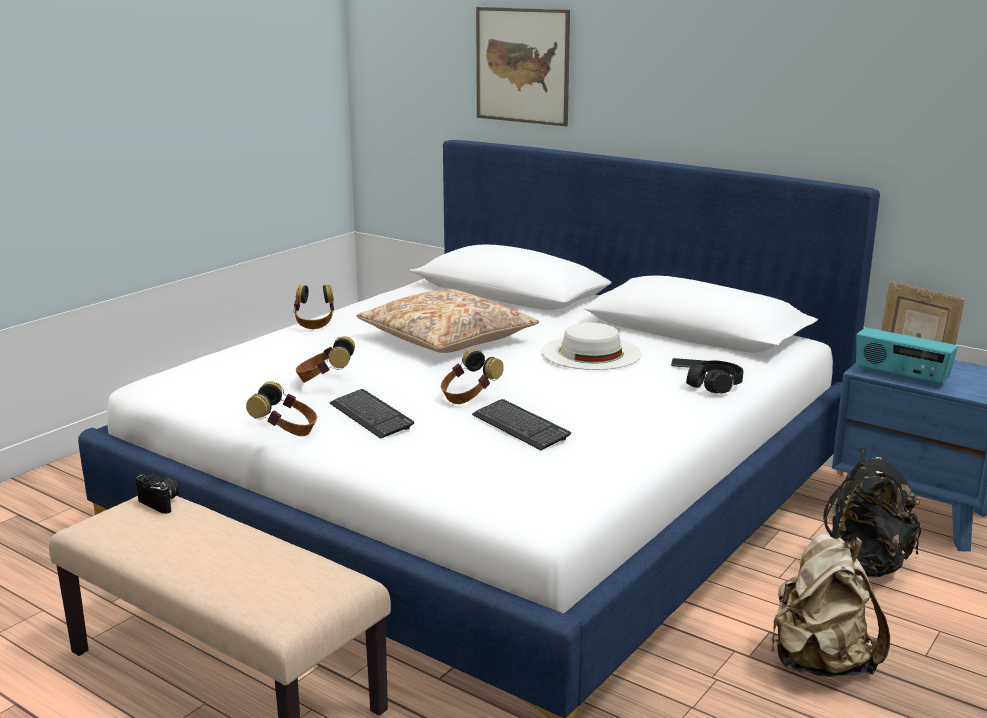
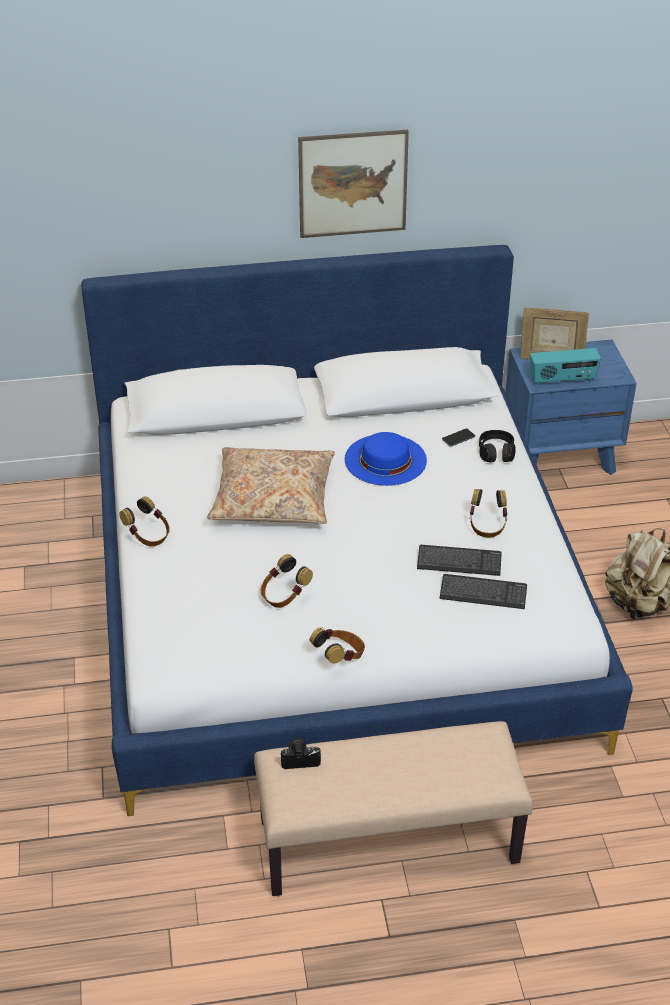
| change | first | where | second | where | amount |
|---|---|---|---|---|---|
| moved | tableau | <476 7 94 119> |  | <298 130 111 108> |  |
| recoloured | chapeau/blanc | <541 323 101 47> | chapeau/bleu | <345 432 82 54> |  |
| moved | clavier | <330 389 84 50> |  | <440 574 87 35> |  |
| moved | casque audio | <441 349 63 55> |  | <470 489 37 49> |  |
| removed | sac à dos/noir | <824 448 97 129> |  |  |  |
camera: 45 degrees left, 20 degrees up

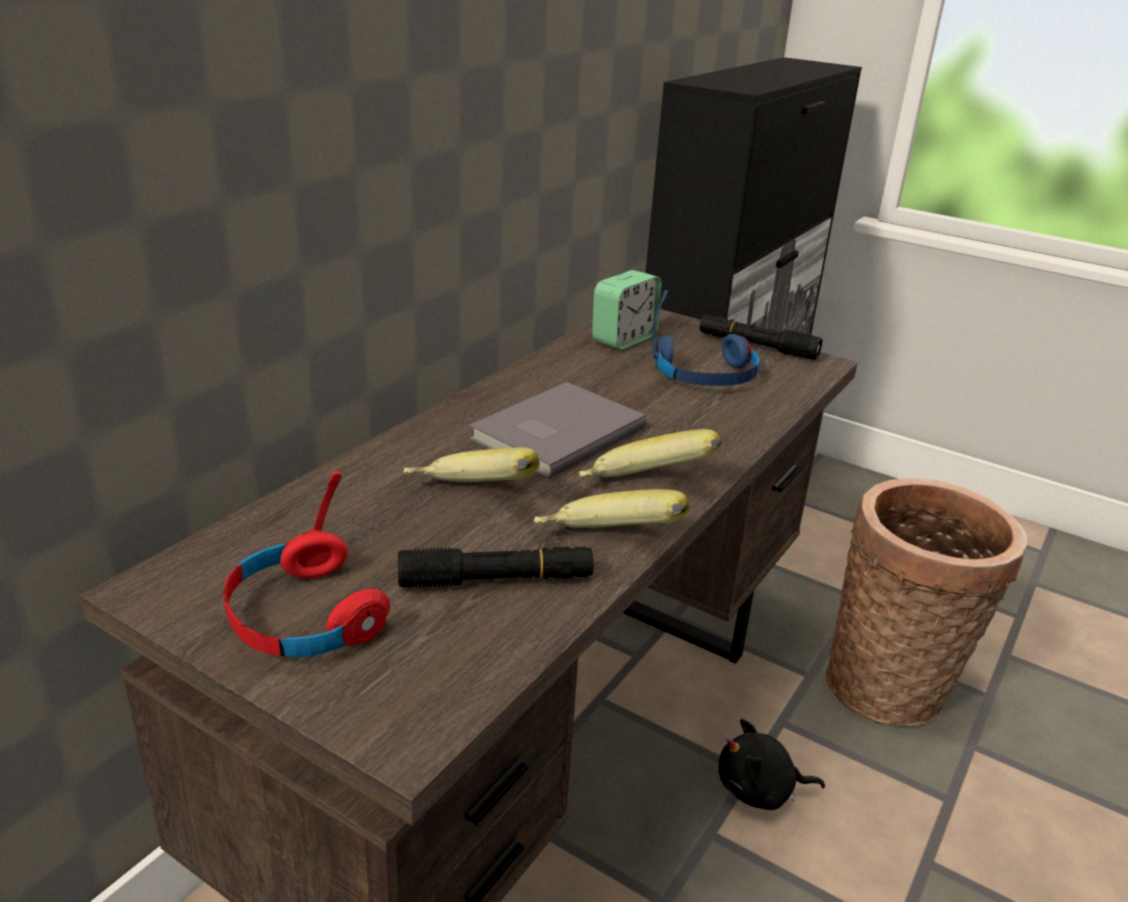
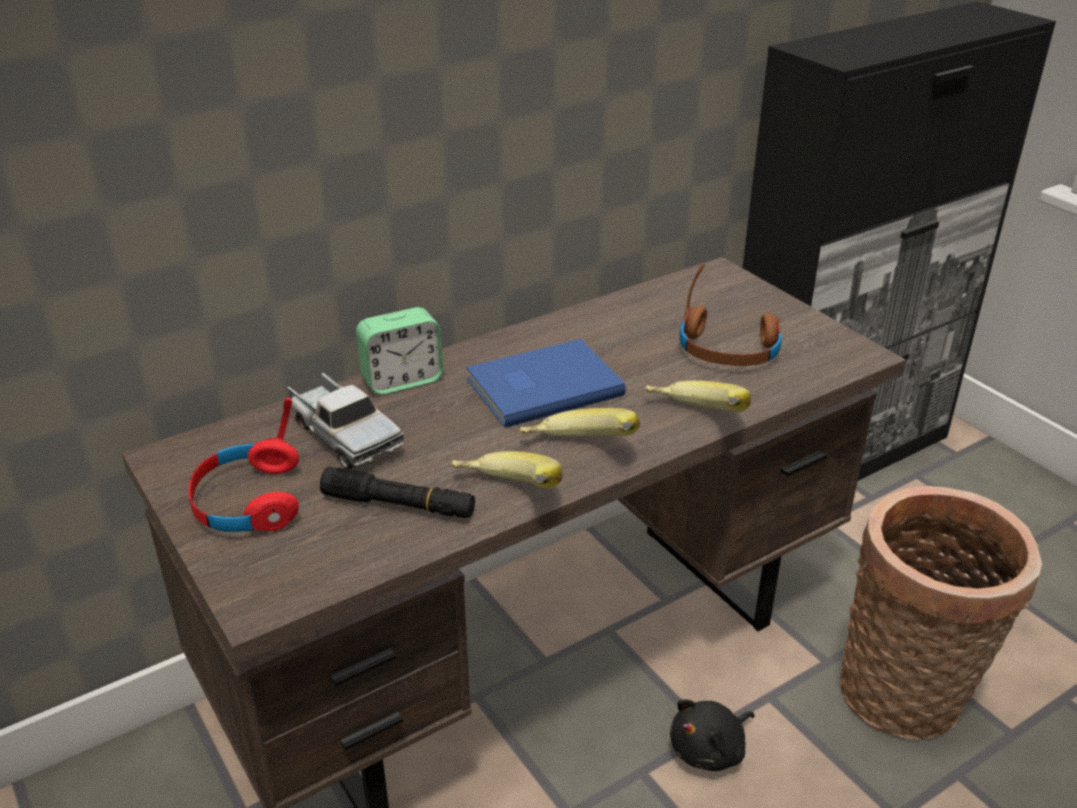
| change | first | where | second | where | amount |
|---|---|---|---|---|---|
| added |  |  | camion jouet | <287 373 117 96> |  |
| moved | réveil | <592 270 70 80> |  | <356 307 87 88> |  |
| recoloured | livre/gris | <469 382 178 97> | livre/bleu | <466 339 160 89> |  |
| moved | banane | <403 447 137 35> |  | <645 380 106 32> |  |
| turned | peluche/noir | <718 719 107 91> |  | <670 699 85 72> | 60 degrees counterclockwise |
| recoloured | casque audio/bleu | <653 290 107 96> | casque audio/marron | <679 263 103 103> |  |
| removed | lampe de poche/noir | <700 315 122 45> |  |  |  |
camera: 25 degrees right, 5 degrees up

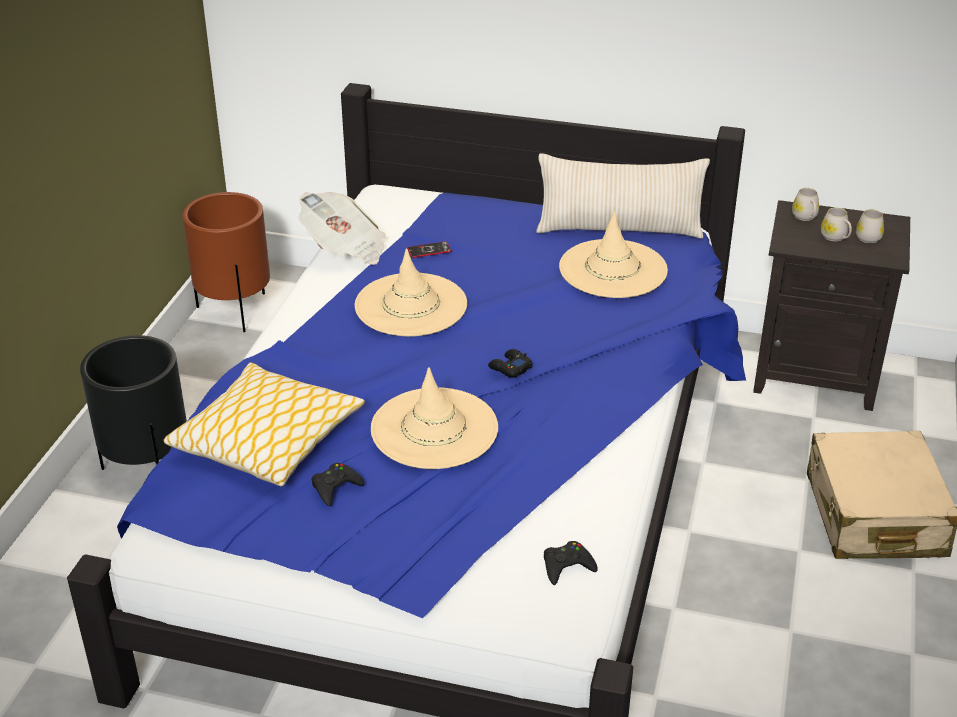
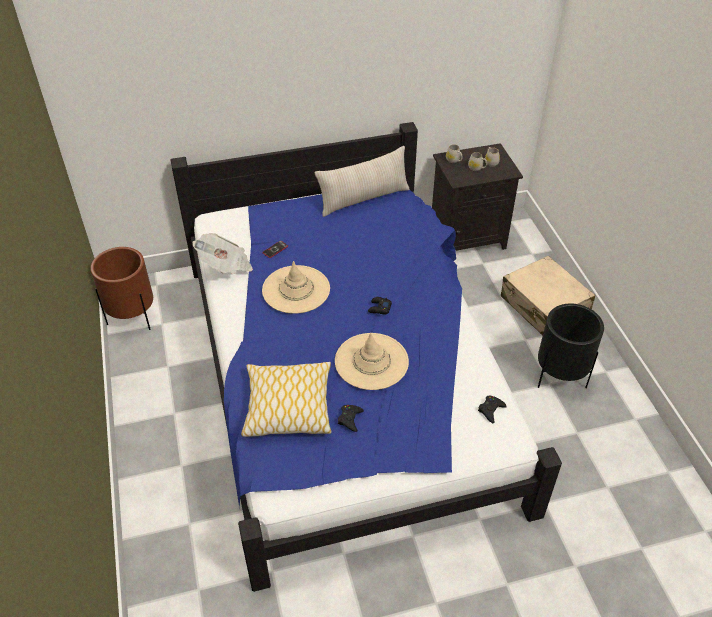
| change | first | where | second | where | amount |
|---|---|---|---|---|---|
| moved | cache-pot/noir | <80 335 107 135> |  | <538 304 66 84> |  |
| removed | chapeau/beige | <559 211 109 87> |  |  |  |
camera: 30 degrees left, 10 degrees up

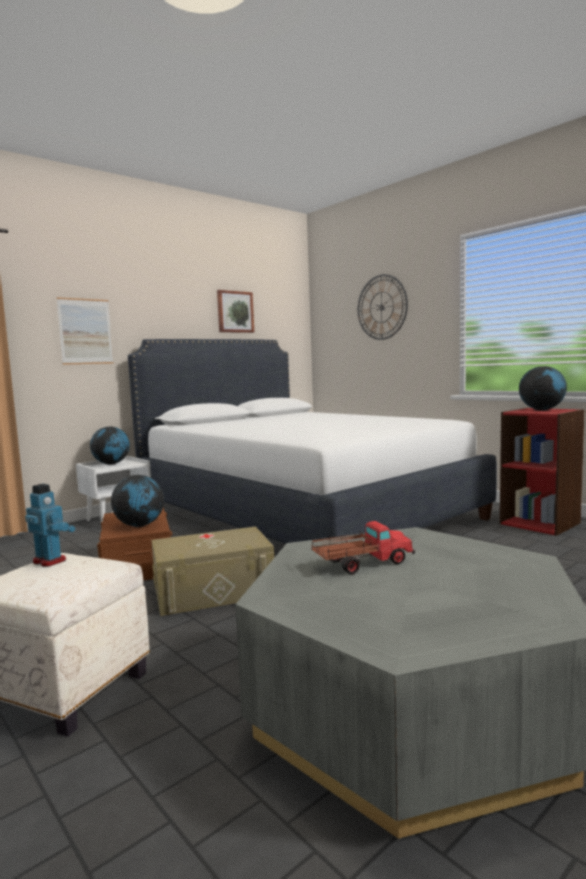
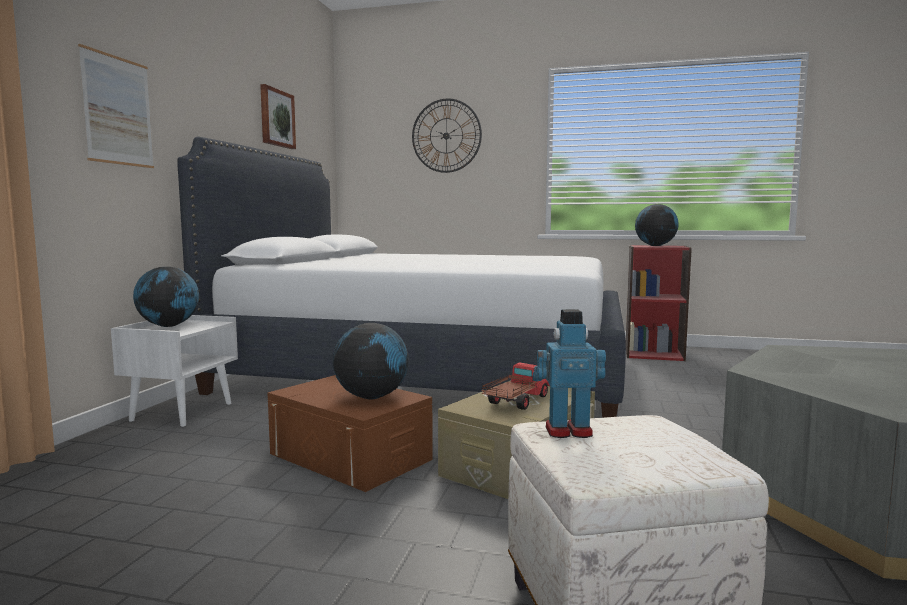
| change | first | where | second | where | amount |
|---|---|---|---|---|---|
| moved | camion jouet | <311 521 104 53> |  | <481 362 69 48> |  |
camera: 35 degrees left, 0 degrees up

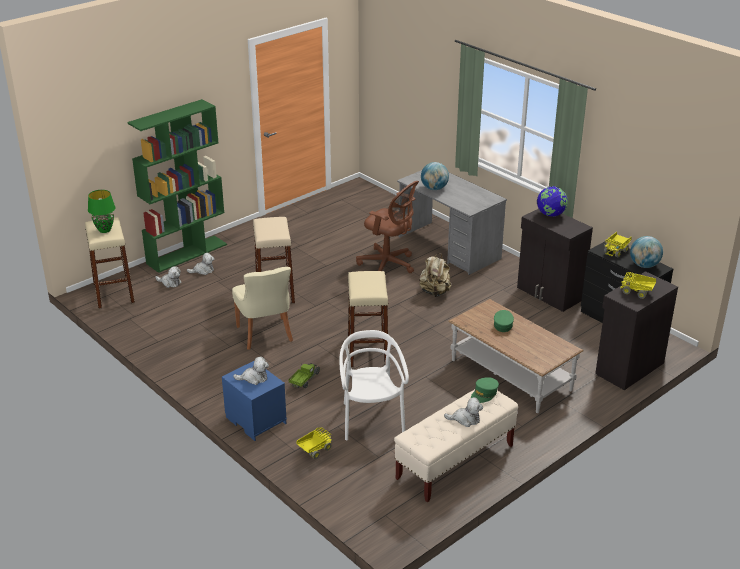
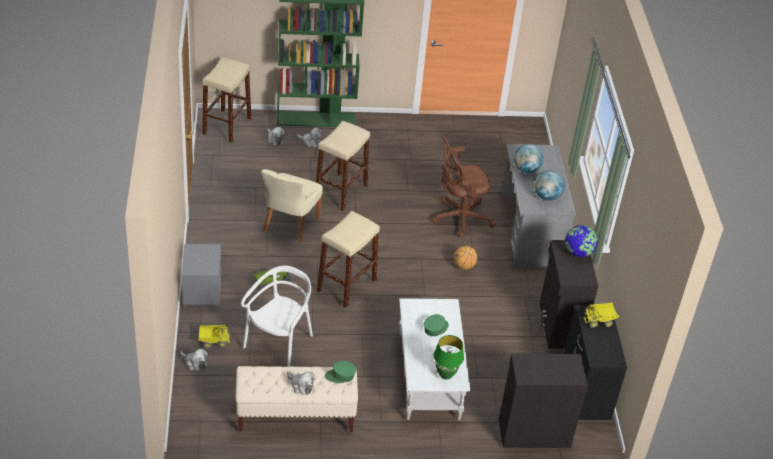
| change | first | where | second | where | amount |
|---|---|---|---|---|---|
| moved | peluche | <233 356 36 29> |  | <180 349 28 22> |  |
| recoloured | table de chevet/bleu | <222 361 65 80> | table de chevet/gris | <182 244 39 64> |  |
| recoloured | table basse/marron | <448 299 136 114> | table basse/blanc | <399 298 72 122> |  |
| turned | chaise de bureau/marron | <356 181 63 92> |  | <432 136 64 102> | 90 degrees clockwise |
| moved | lampe de table/vert | <88 190 28 43> |  | <434 335 30 44> |  |
| replaced | sac à dos/beige | <419 253 32 44> | ballon de basket | <454 246 24 24> |  |
| moved | globe | <630 236 33 32> |  | <534 170 31 31> |  |
| removed | camion jouet | <620 272 36 27> |  |  |  |
camera: 35 degrees right, 10 degrees up

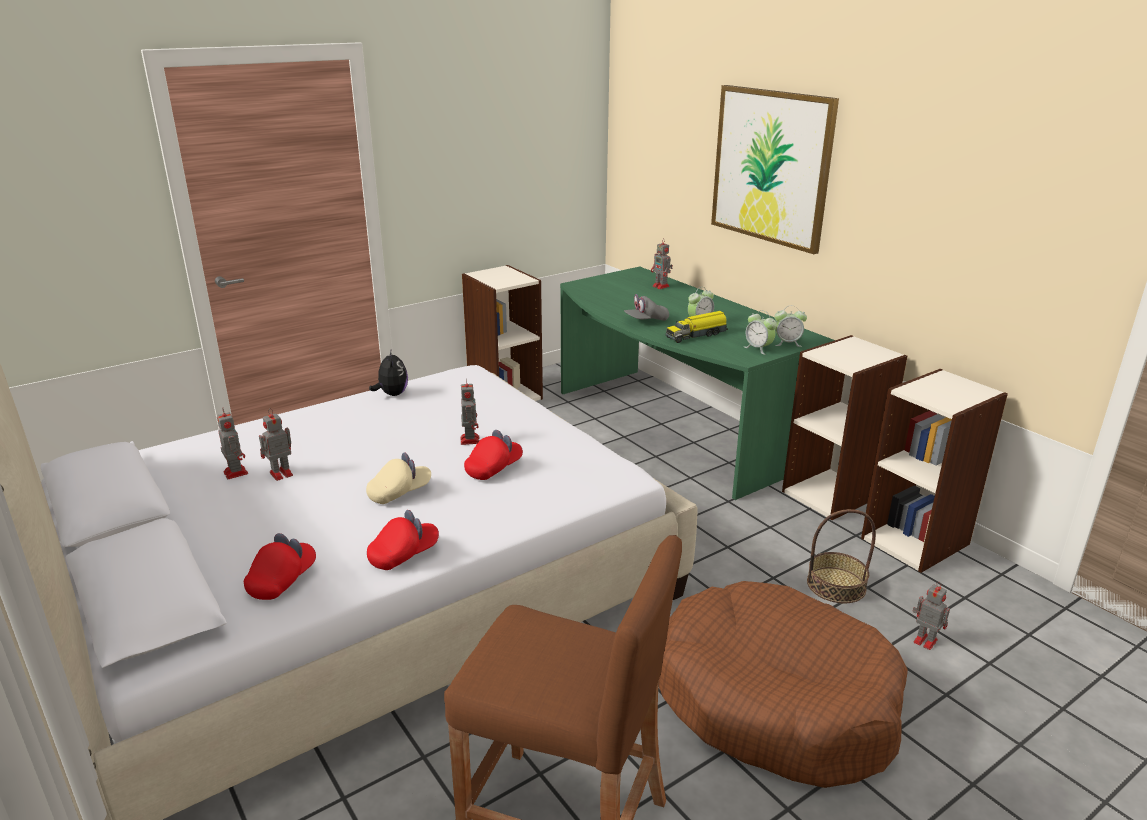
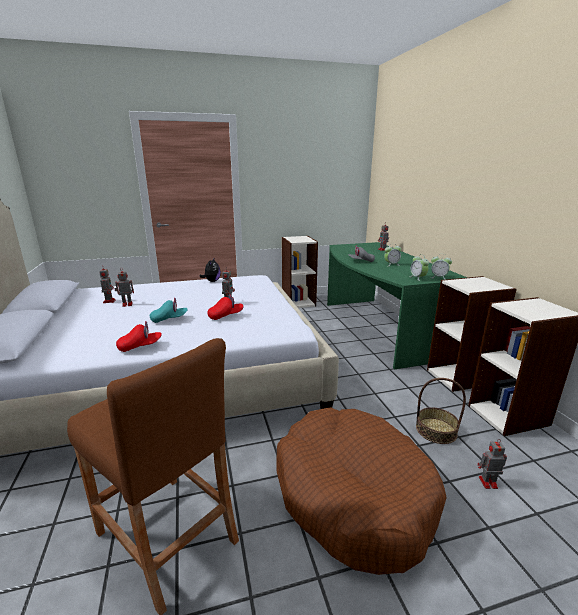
| change | first | where | second | where | amount |
|---|---|---|---|---|---|
| recoloured | casquette/beige | <366 453 65 51> | casquette/turquoise | <150 298 38 25> |  |
| turned | robot jouet | <912 582 38 68> |  | <478 439 29 50> | 60 degrees counterclockwise |
| removed | casquette/rouge | <244 533 72 67> |  |  |  |
| removed | camion jouet | <666 311 62 32> |  |  |  |
| removed | tableau | <711 85 128 169> |  |  |  |
camera: 20 degrees right, 5 degrees down

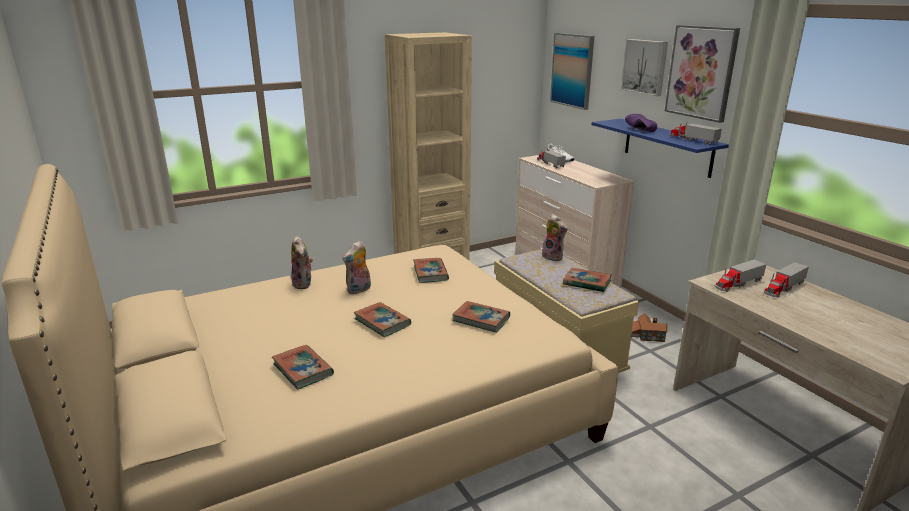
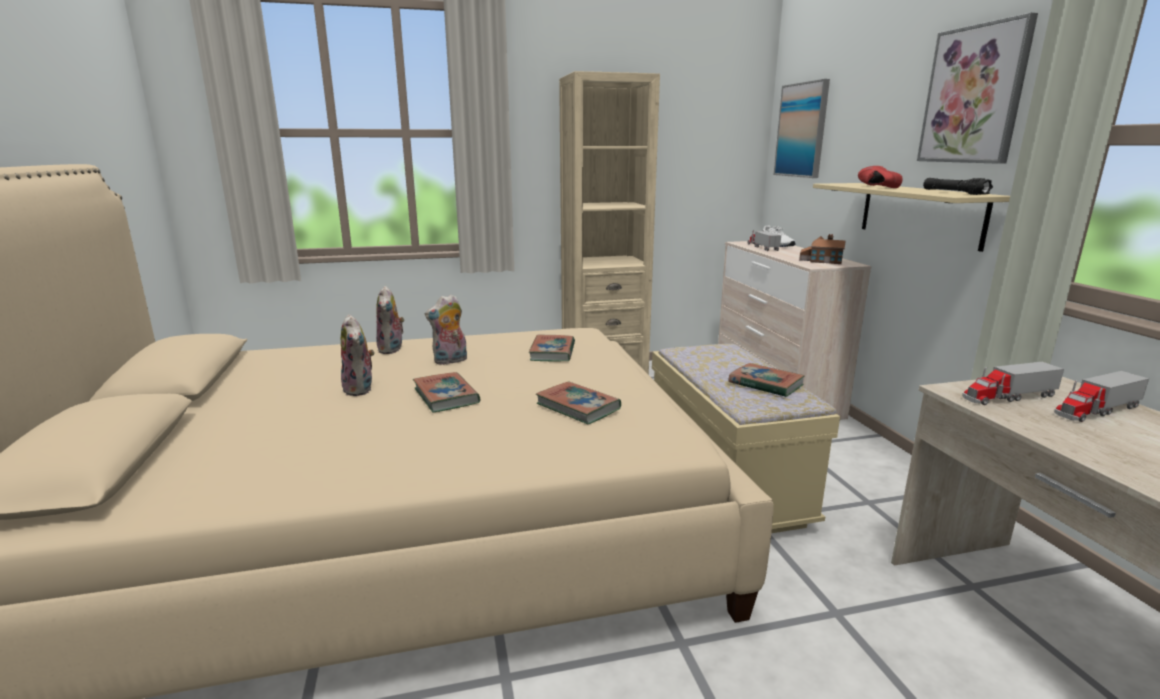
| change | first | where | second | where | amount |
|---|---|---|---|---|---|
| moved | peluche | <542 214 26 47> |  | <341 314 34 82> |  |
| moved | maison miniature | <631 313 37 29> |  | <799 234 47 30> |  |
| recoloured | étagère/bleu | <592 119 137 59> | étagère/beige | <813 183 197 69> |  |
| recoloured | chaussure/violet | <625 114 32 18> | chaussure/rouge | <858 166 45 22> |  |
| replaced | camion jouet | <669 122 53 23> | lampe de poche/noir | <923 178 70 17> |  |
| removed | livre | <272 345 62 45> |  |  |  |
| removed | tableau | <621 39 47 57> |  |  |  |
camera: 15 degrees right, 5 degrees down

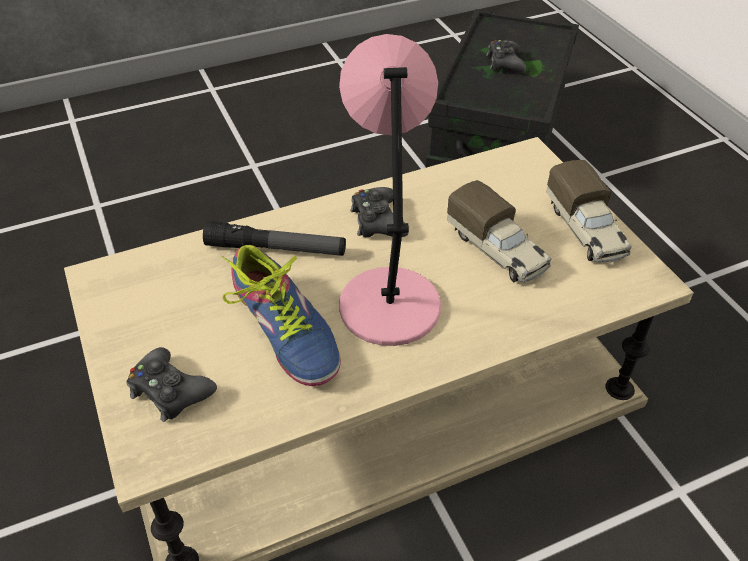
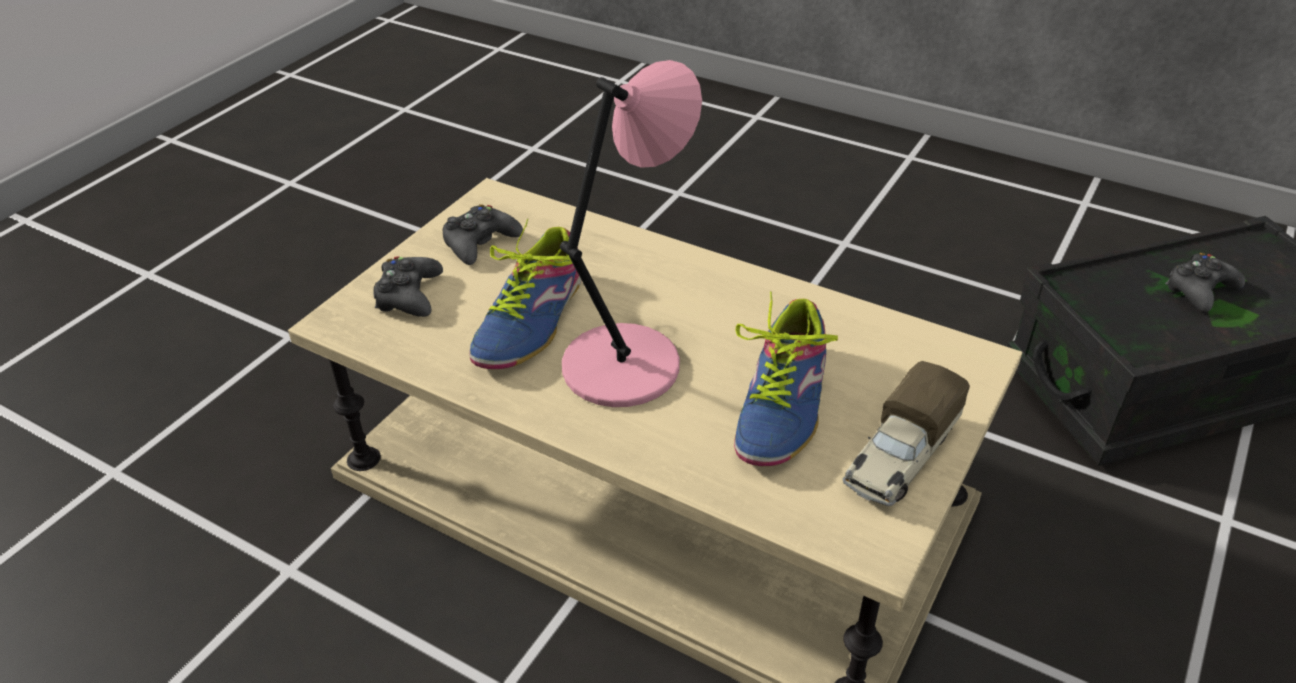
| change | first | where | second | where | amount |
|---|---|---|---|---|---|
| moved | manette/noir | <350 187 58 50> |  | <442 204 81 61> |  |
| replaced | camion jouet | <447 180 105 102> | chaussure | <734 291 104 175> |  |
| removed | lampe de poche | <203 221 143 35> |  |  |  |
camera: 55 degrees right, 5 degrees down

